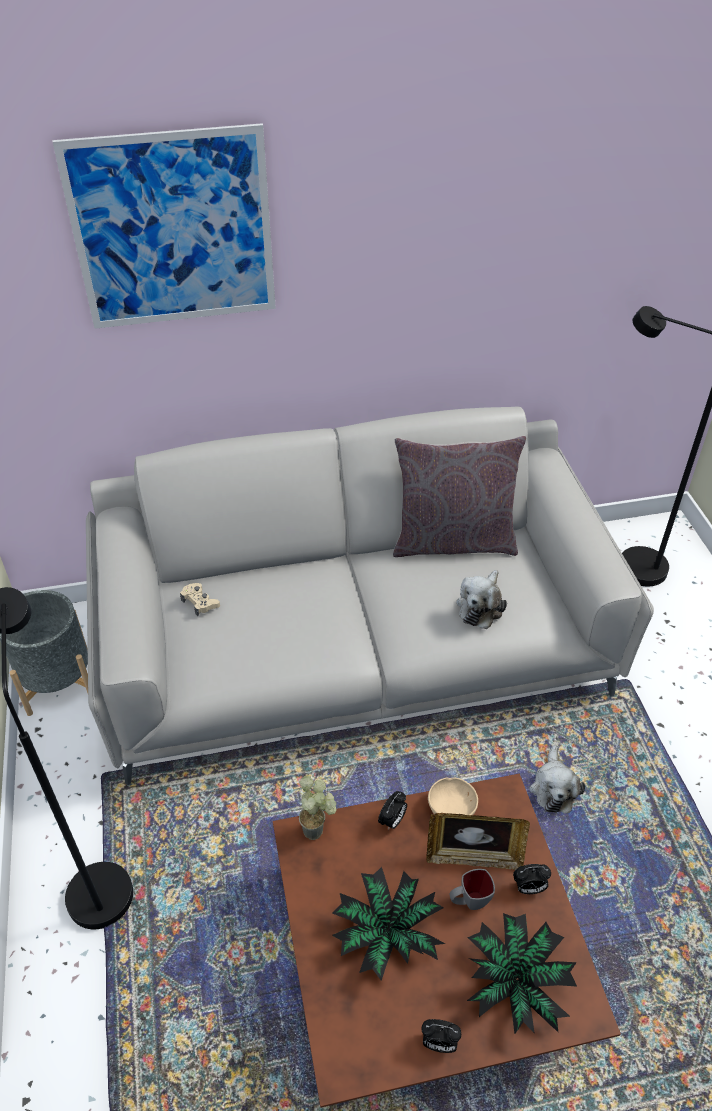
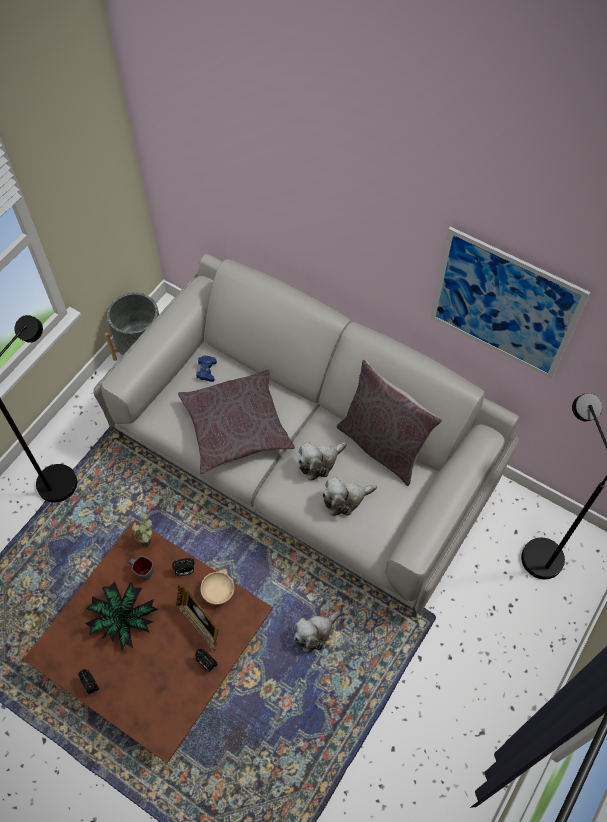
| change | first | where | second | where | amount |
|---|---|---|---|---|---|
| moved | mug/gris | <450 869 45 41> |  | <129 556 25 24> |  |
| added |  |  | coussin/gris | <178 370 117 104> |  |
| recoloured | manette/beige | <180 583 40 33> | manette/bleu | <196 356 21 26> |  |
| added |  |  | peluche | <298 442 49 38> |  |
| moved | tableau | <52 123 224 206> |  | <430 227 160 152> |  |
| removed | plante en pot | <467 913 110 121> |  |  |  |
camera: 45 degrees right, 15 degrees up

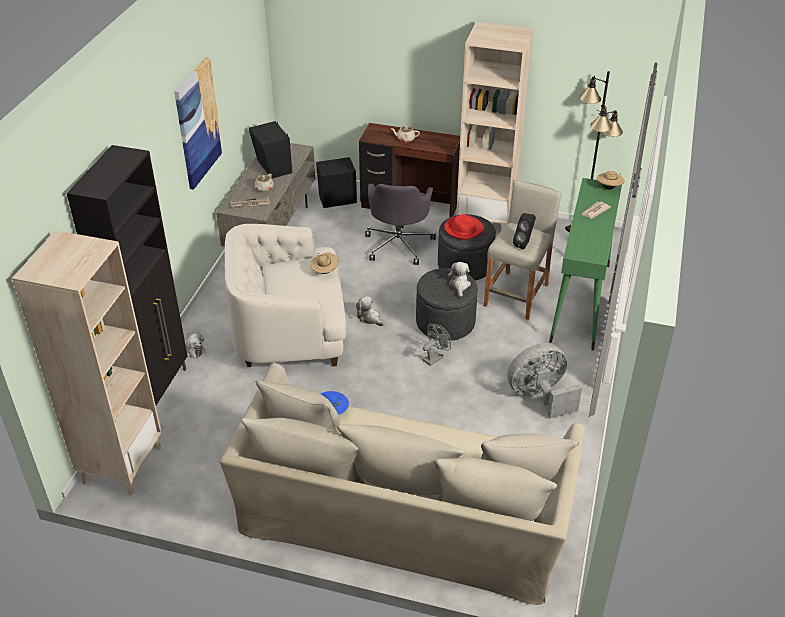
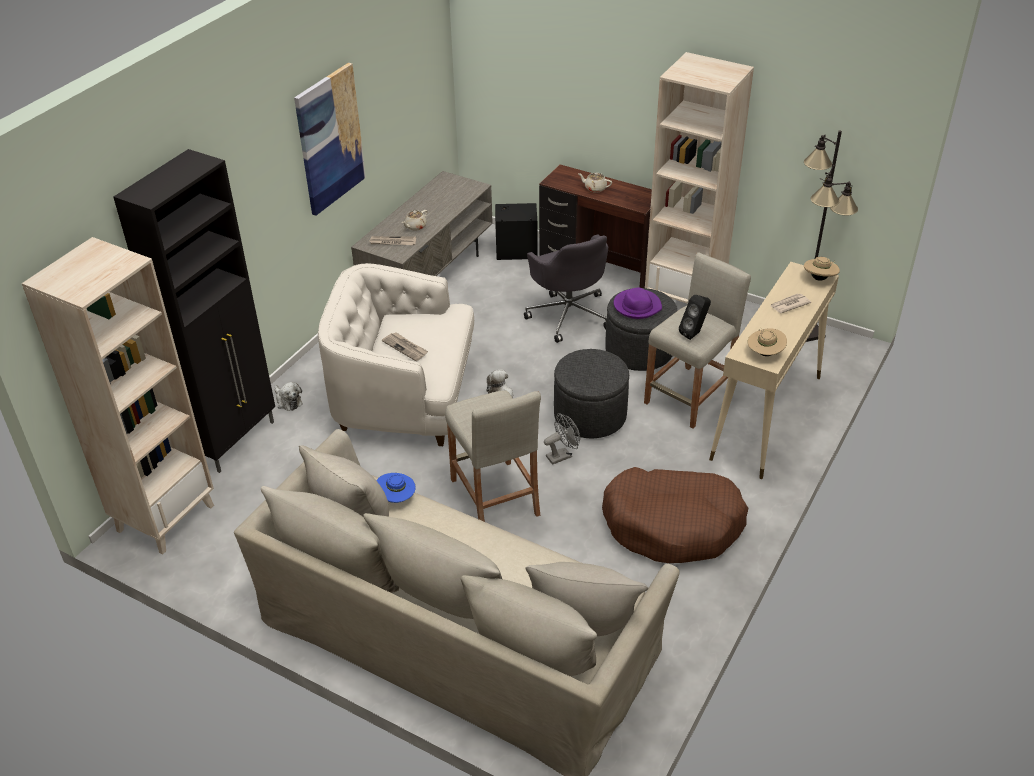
| change | first | where | second | where | amount |
|---|---|---|---|---|---|
| added |  |  | journal | <382 332 46 29> |  |
| added |  |  | tabouret/beige | <445 390 96 132> |  |
| turned | chaise de bureau/gris | <365 184 71 81> |  | <524 235 84 108> | 45 degrees counterclockwise |
| replaced | ventilateur/gris | <507 343 75 76> | panier pour chien/marron | <602 467 146 96> |  |
| recoloured | chapeau/rouge | <444 214 40 26> | chapeau/violet | <614 288 48 31> |  |
| recoloured | table console/vert | <549 178 73 172> | table console/beige | <709 262 130 217> |  |
| moved | chapeau/beige | <310 253 29 21> |  | <748 327 39 29> |  |
| removed | enceinte/noir | <249 121 43 58> |  |  |  |
| removed | peluche | <448 262 23 35> |  |  |  |
camera: 15 degrees right, 0 degrees up

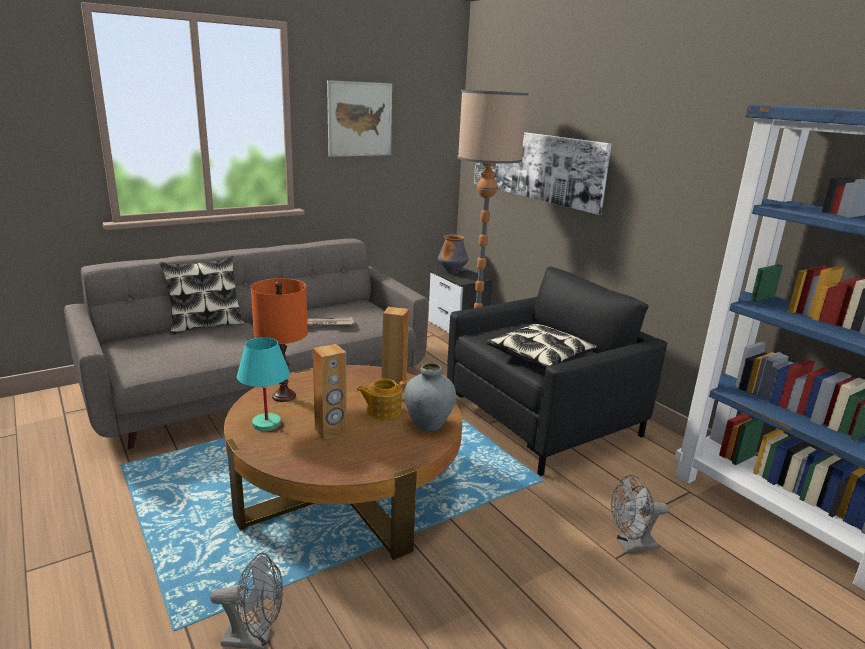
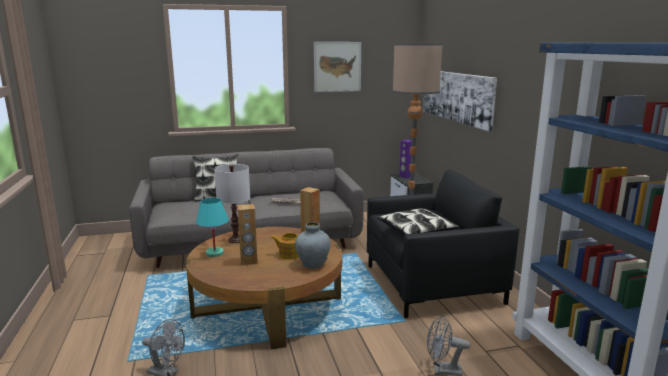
| change | first | where | second | where | amount |
|---|---|---|---|---|---|
| recoloured | lampe de table/orange | <251 278 57 124> | lampe de table/blanc | <214 164 36 79> |  |
| replaced | vase | <438 234 31 40> | enceinte/violet | <400 140 12 38> |  |
camera: 20 degrees right, 5 degrees down

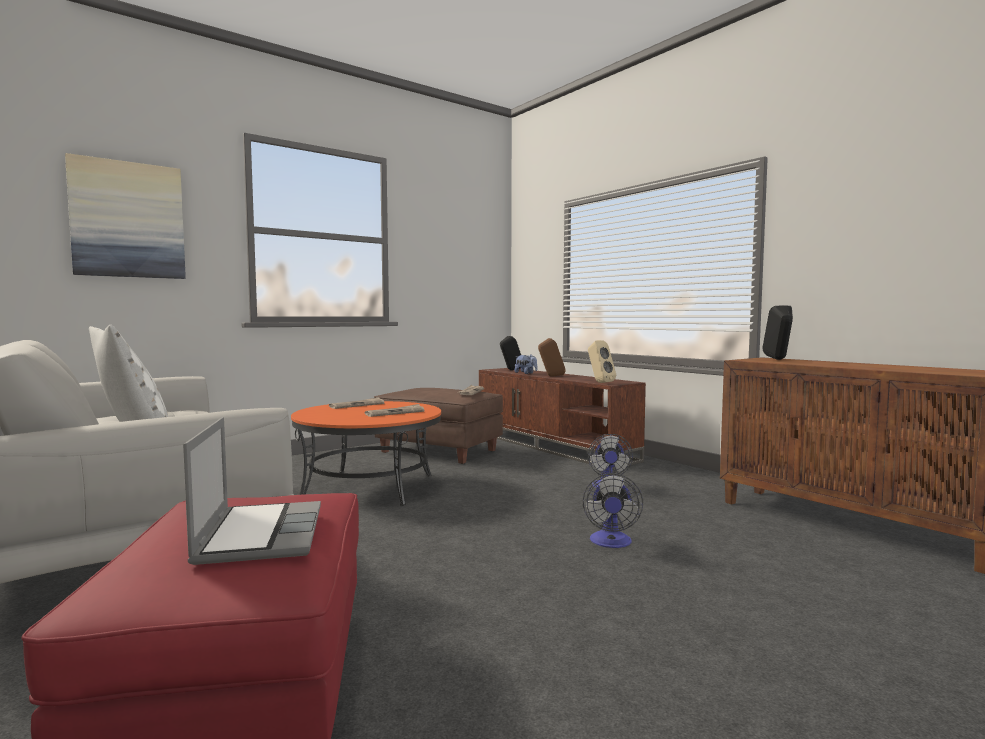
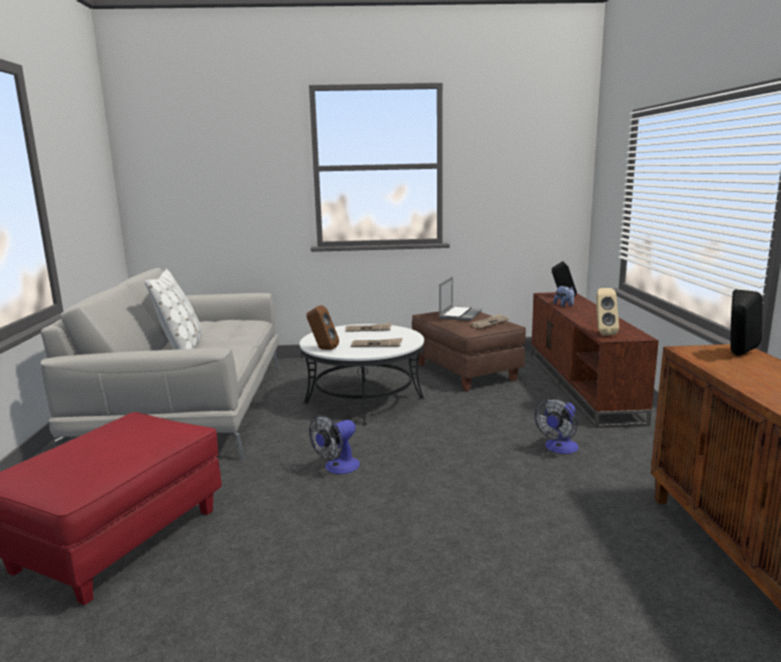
| change | first | where | second | where | amount |
|---|---|---|---|---|---|
| recoloured | table basse/orange | <291 401 150 105> | table basse/blanc | <300 324 124 101> |  |
| moved | enceinte/marron | <538 338 28 39> |  | <306 305 33 45> |  |
| moved | ventilateur | <583 474 60 74> |  | <309 415 51 59> |  |
| moved | ordinateur portable | <183 417 138 148> |  | <439 276 43 45> |  |
| removed | tableau | <65 153 121 126> |  |  |  |
camera: 35 degrees right, 10 degrees up

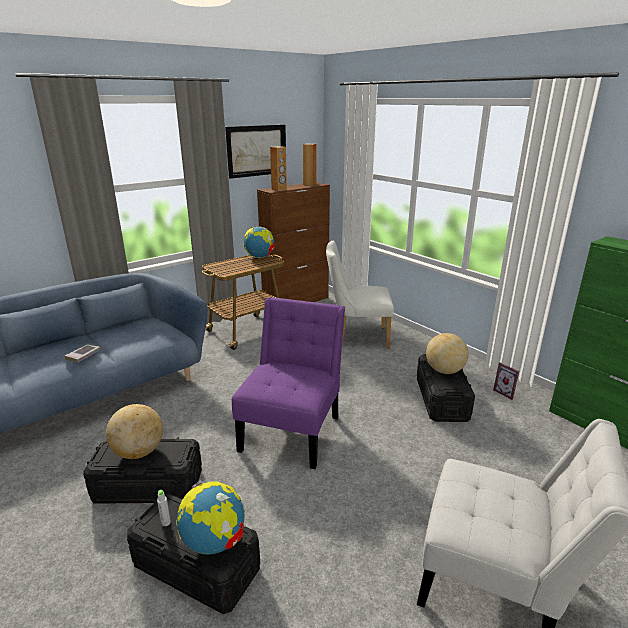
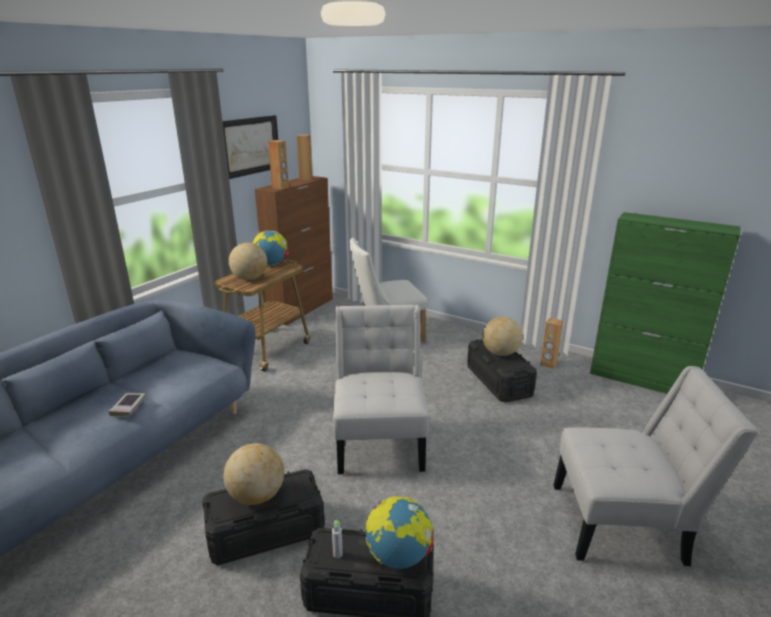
| change | first | where | second | where | amount |
|---|---|---|---|---|---|
| added |  |  | globe | <229 243 38 37> |  |
| recoloured | chaise/violet | <232 297 113 172> | chaise/blanc | <333 305 96 169> |  |
| replaced | cadre photo | <493 362 26 38> | enceinte/marron | <540 318 23 51> |  |
camera: 20 degrees left, 0 degrees up

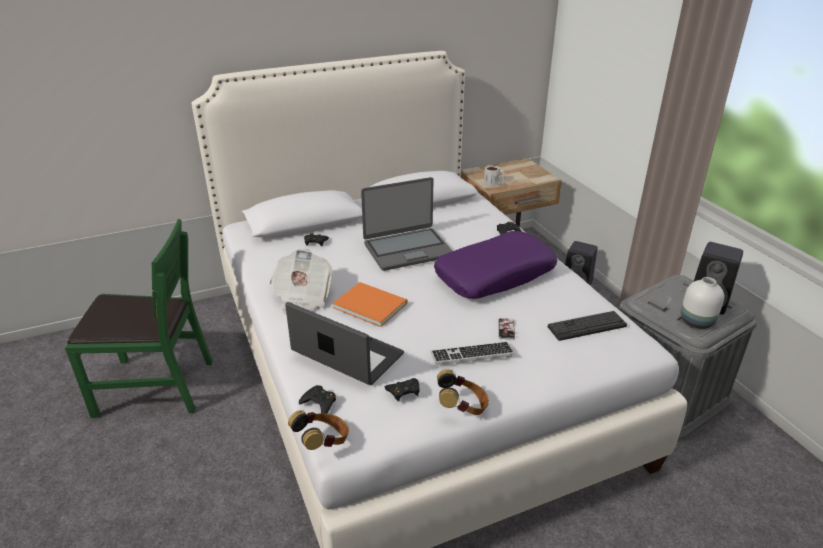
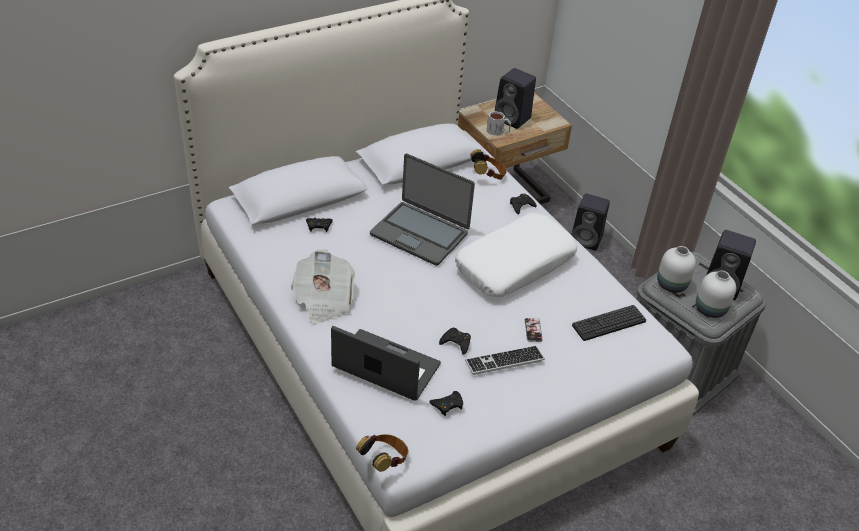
| change | first | where | second | where | amount |
|---|---|---|---|---|---|
| turned | ordinateur portable | <361 177 91 94> |  | <370 153 105 113> | 60 degrees clockwise |
| moved | manette/noir | <299 385 37 29> |  | <439 328 32 27> |  |
| recoloured | coussin/violet | <434 231 123 68> | coussin/blanc | <455 213 122 84> |  |
| moved | casque audio | <437 369 52 46> |  | <470 149 37 31> |  |
| added |  |  | enceinte/noir | <495 68 41 61> |  |
| added |  |  | vase/blanc | <657 246 39 47> |  |
| removed | chaise/vert | <65 219 148 199> |  |  |  |
| removed | livre/orange | <333 282 74 45> |  |  |  |
camera: 10 degrees left, 10 degrees up

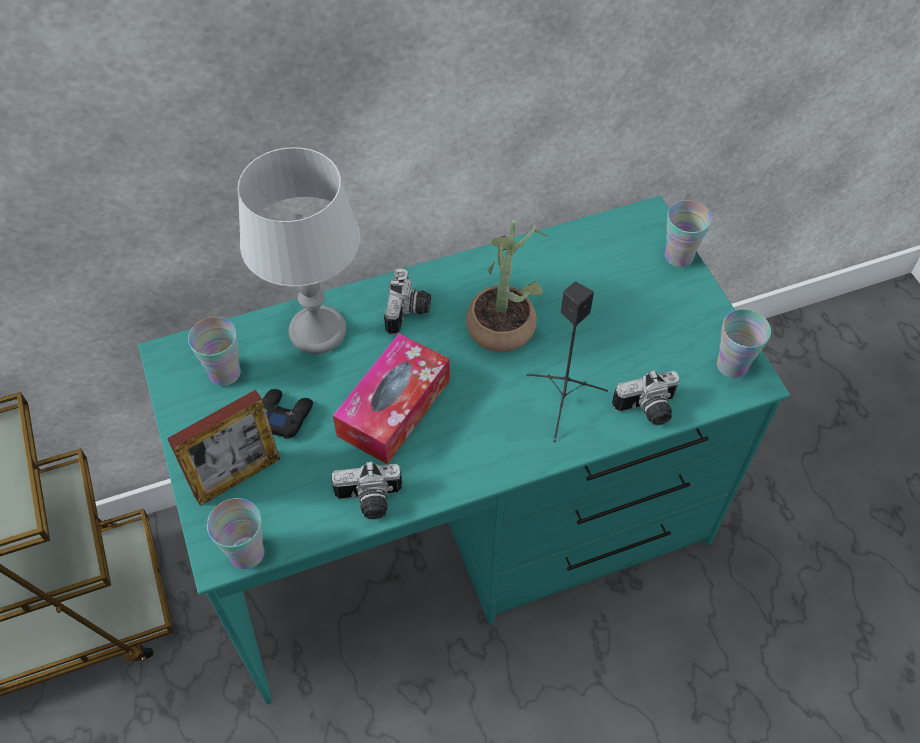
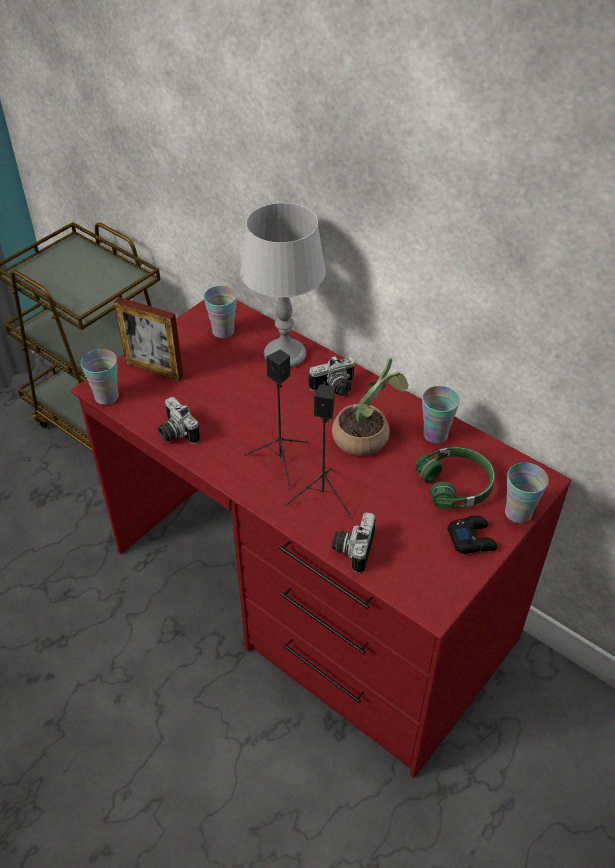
| change | first | where | second | where | amount |
|---|---|---|---|---|---|
| recoloured | bureau/turquoise | <138 196 652 509> | bureau/rouge | <71 300 501 478> |  |
| added |  |  | enceinte/noir | <244 350 64 140> |  |
| turned | appareil photo | <612 370 68 55> |  | <332 512 44 61> | 60 degrees clockwise |
| added |  |  | casque audio/vert | <415 447 80 63> |  |
| moved | tasse | <717 309 54 69> |  | <422 386 38 57> |  |
| moved | manette/noir | <263 389 50 50> |  | <447 515 51 39> |  |
| removed | boîte à mouchoirs | <333 333 117 131> |  |  |  |
camera: 60 degrees right, 10 degrees down

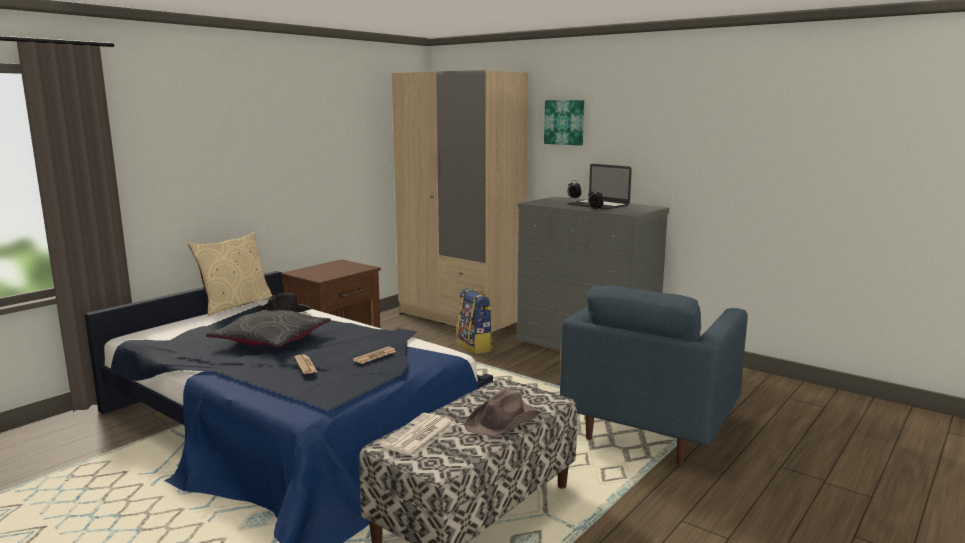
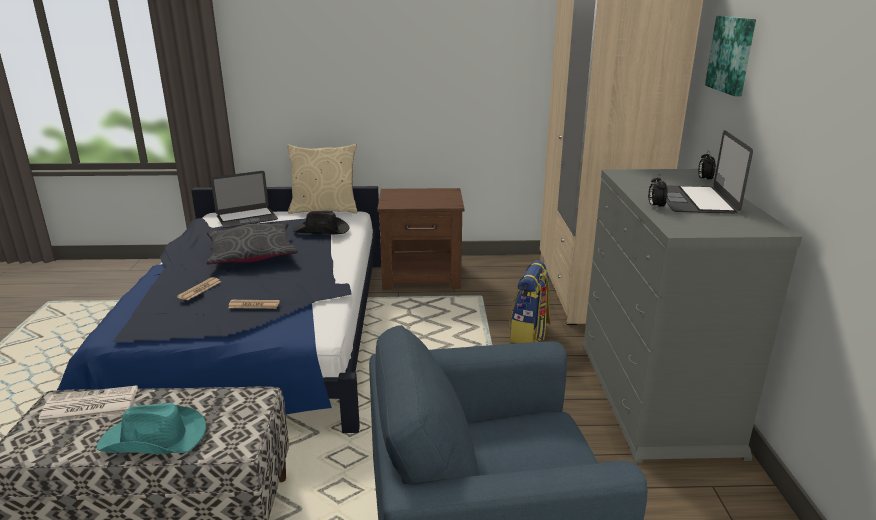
| change | first | where | second | where | amount |
|---|---|---|---|---|---|
| recoloured | chapeau/marron | <464 389 78 47> | chapeau/turquoise | <96 403 110 51> |  |
| added |  |  | ordinateur portable | <211 171 67 57> |  |
camera: 50 degrees right, 10 degrees up

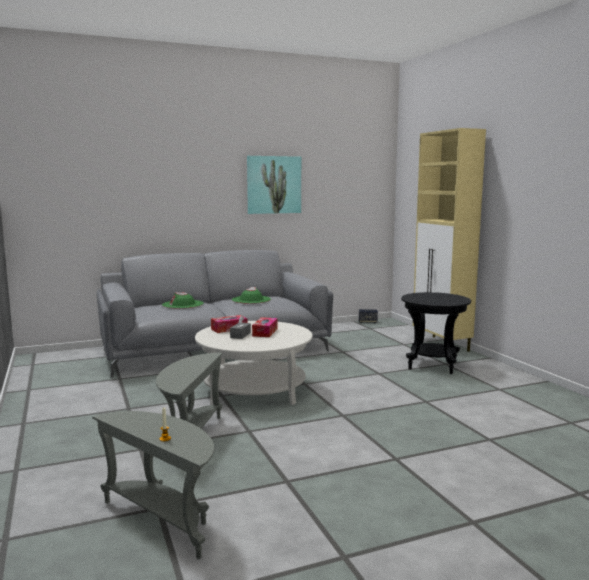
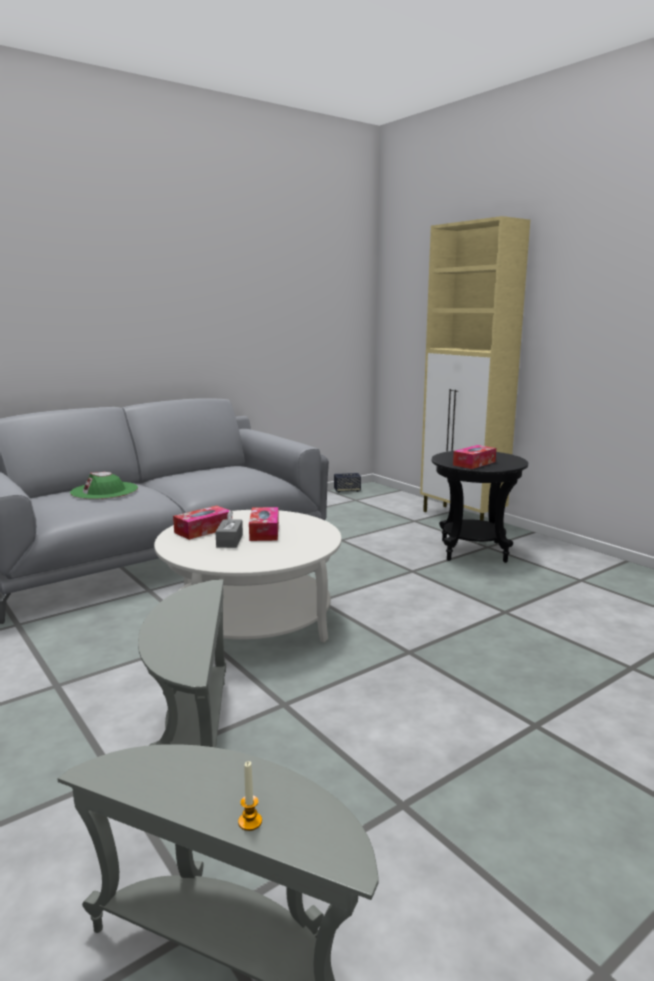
| change | first | where | second | where | amount |
|---|---|---|---|---|---|
| added |  |  | boîte à mouchoirs | <453 445 43 24> |  |
| removed | chapeau/vert | <232 287 39 17> |  |  |  |
| removed | tableau | <247 156 54 58> |  |  |  |
camera: 15 degrees left, 5 degrees up

